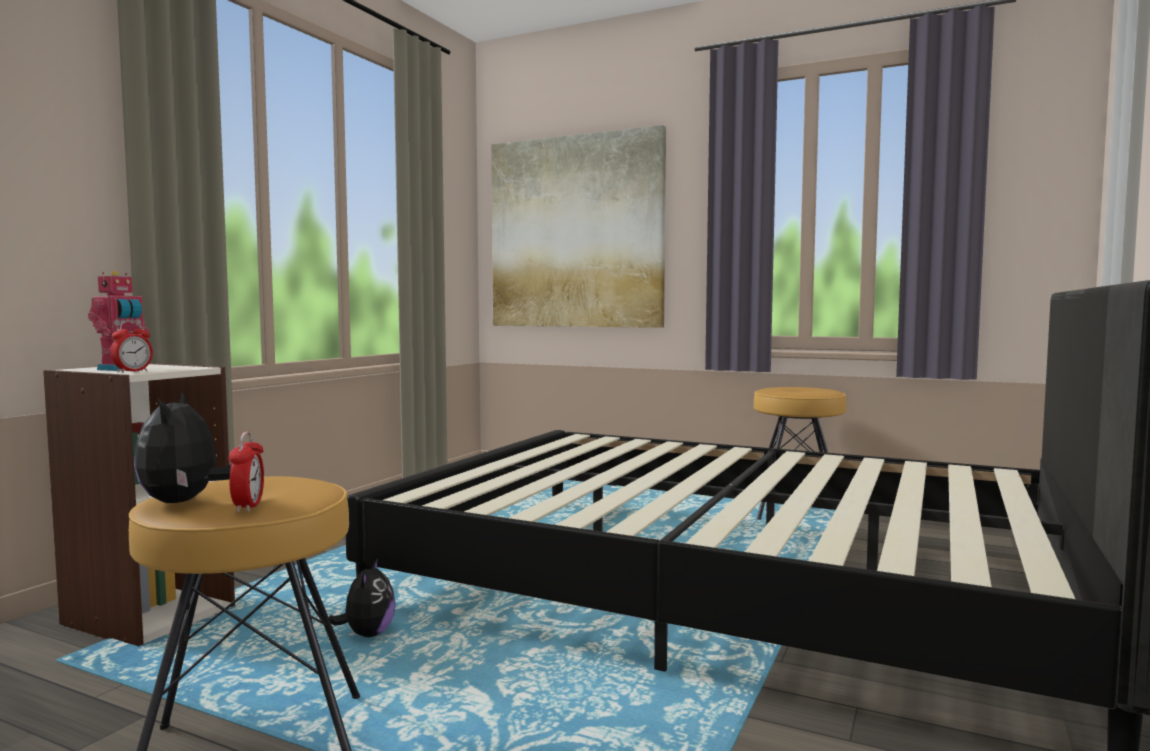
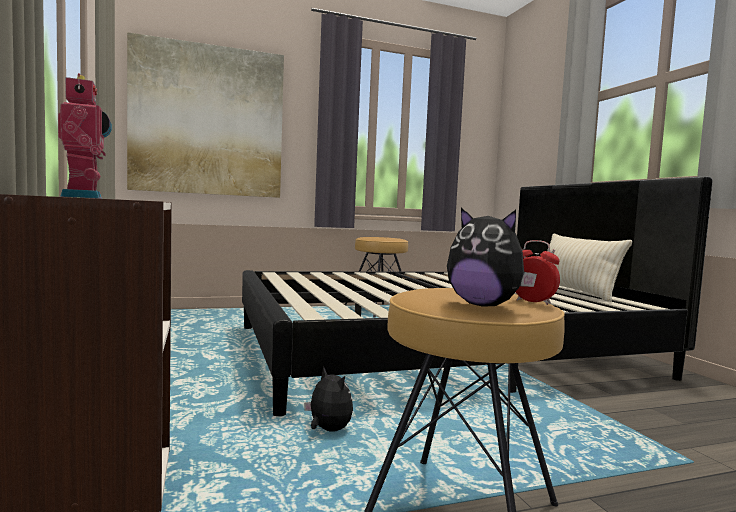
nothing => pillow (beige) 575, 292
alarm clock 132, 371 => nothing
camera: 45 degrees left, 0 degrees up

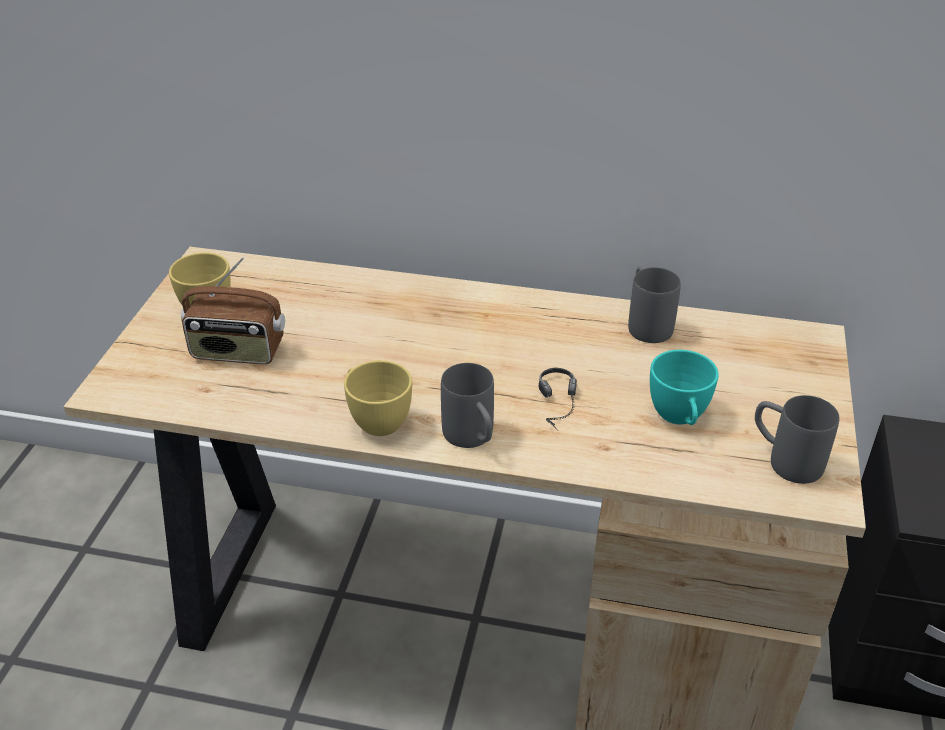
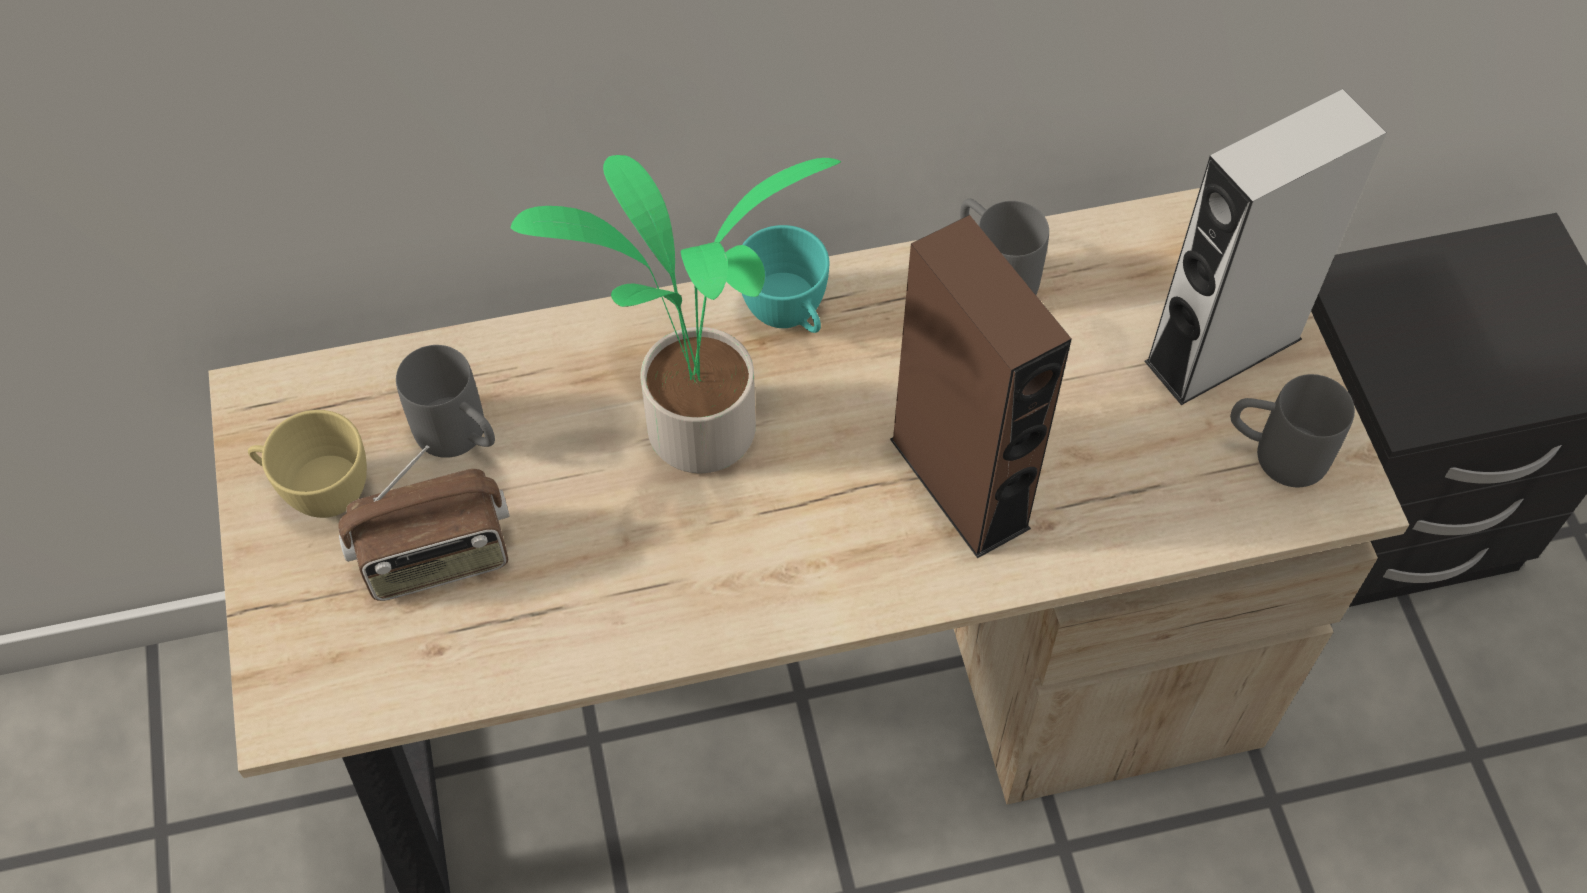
mug (grey) 472, 439 => mug (grey) 462, 438, relocated
nothing => potted plant 696, 436
cup (turquoise) 679, 418 => cup (turquoise) 789, 315, relocated
headphones 561, 410 => speaker (brown) 959, 483
nothing => speaker (grey) 1223, 350
cup (yellow) 376, 420 => nothing
camera: 25 degrees left, 20 degrees up

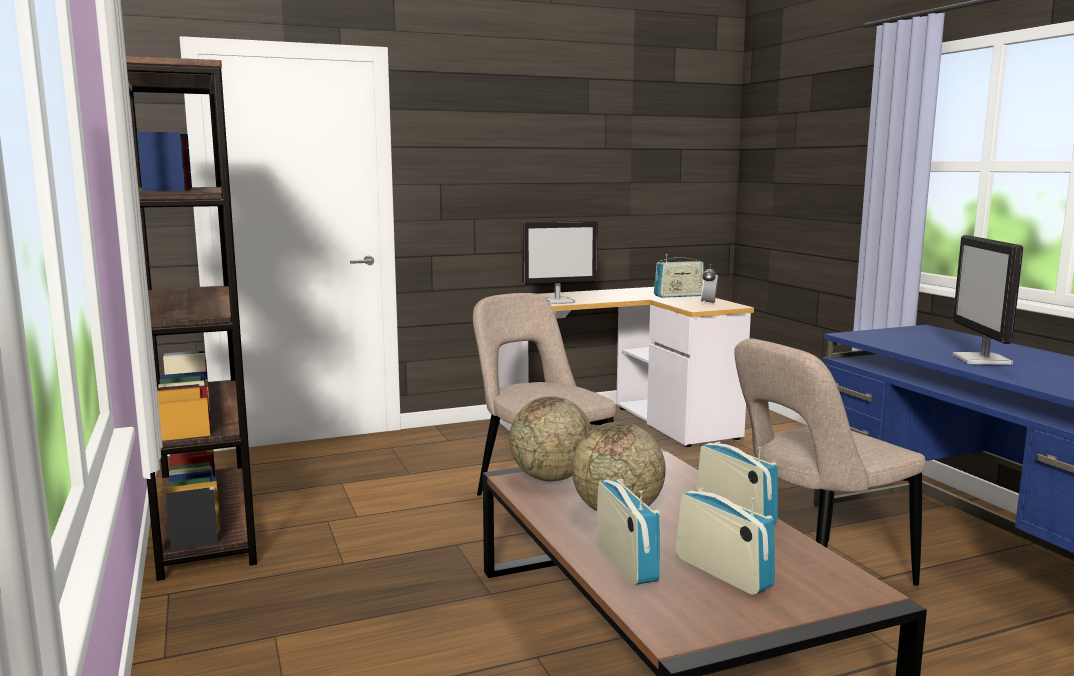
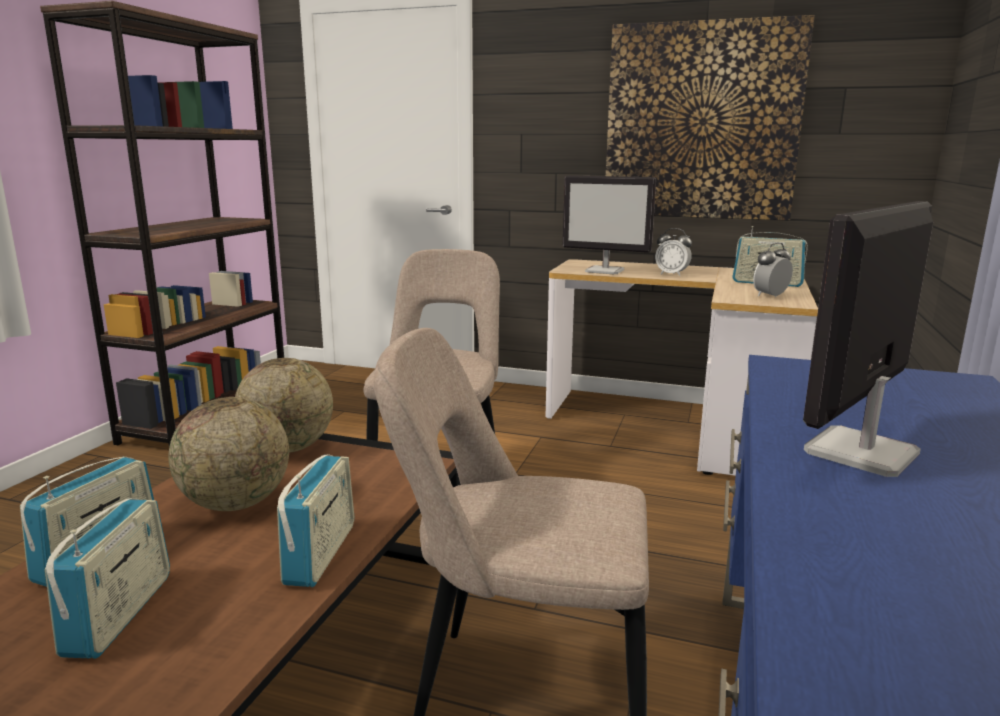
nothing => picture 701, 122
nothing => alarm clock 672, 274
camera: 40 degrees right, 5 degrees up

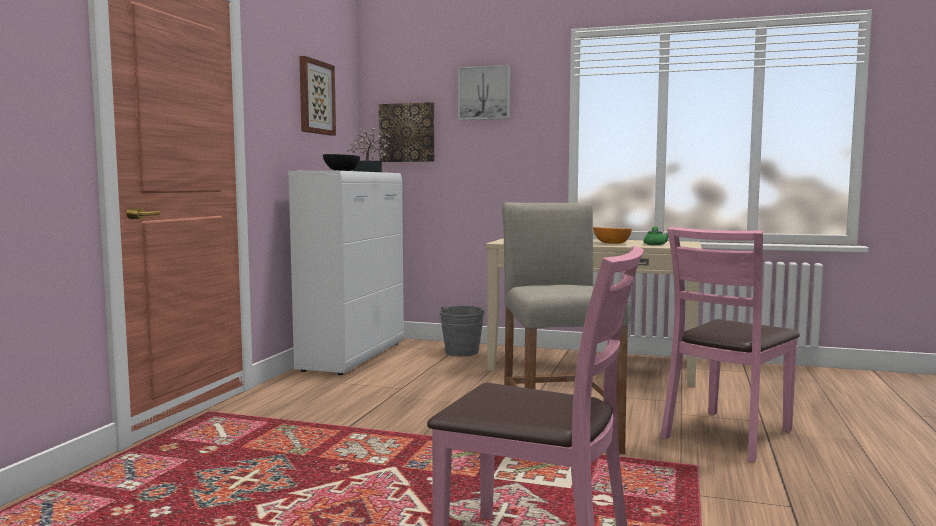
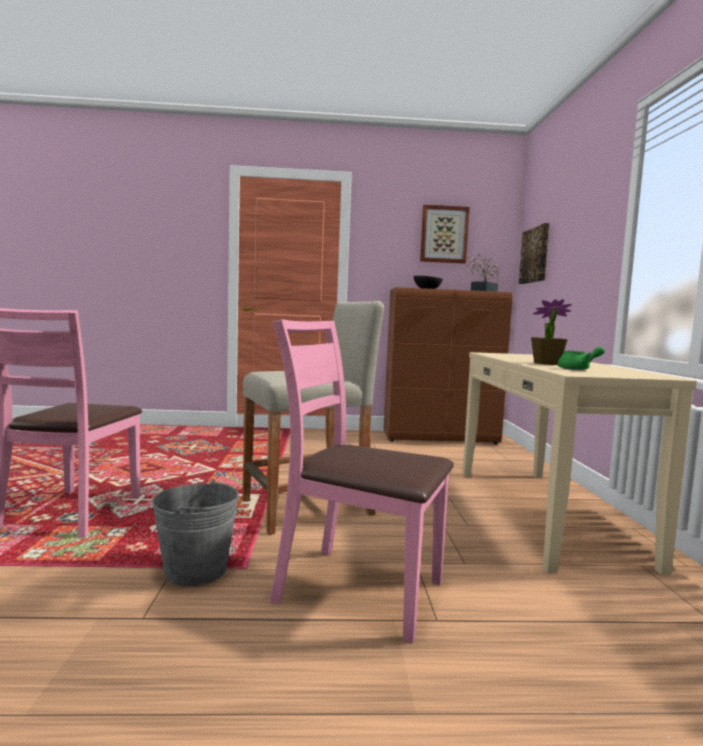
bucket (grey) 462, 352 => bucket (grey) 196, 570, relocated
cabinet (white) 353, 356 => cabinet (brown) 441, 438
bowl (orange) 612, 243 => potted plant 546, 363
picture 484, 93 => nothing
camera: 70 degrees right, 0 degrees up

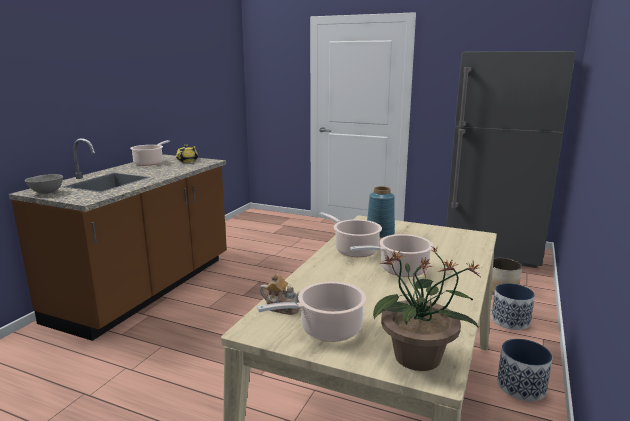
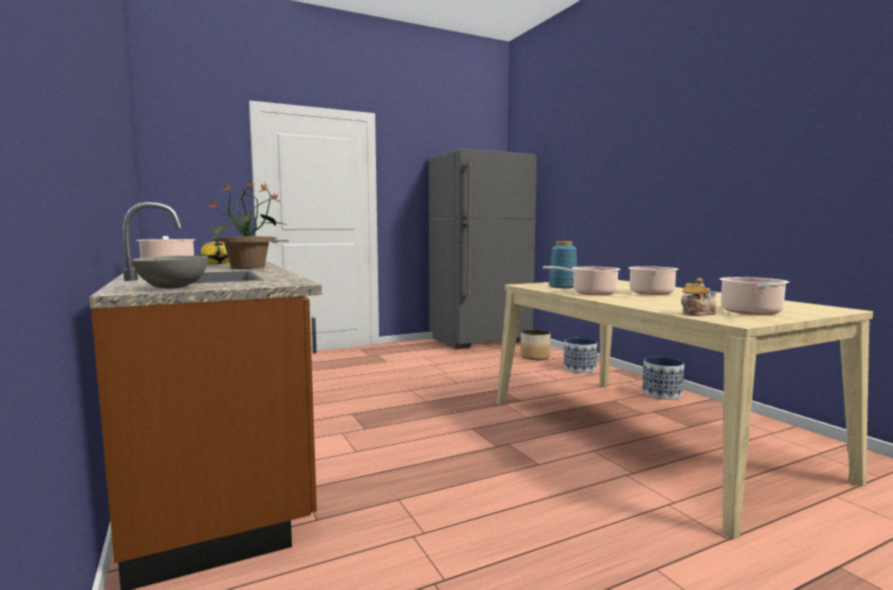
potted plant 418, 358 => potted plant 249, 267, relocated
camera: 50 degrees left, 10 degrees down

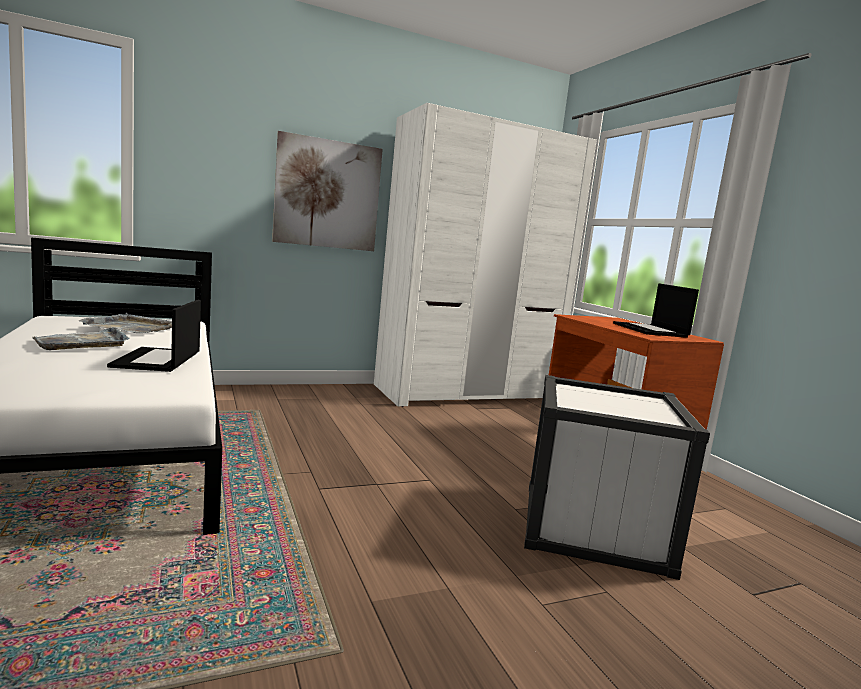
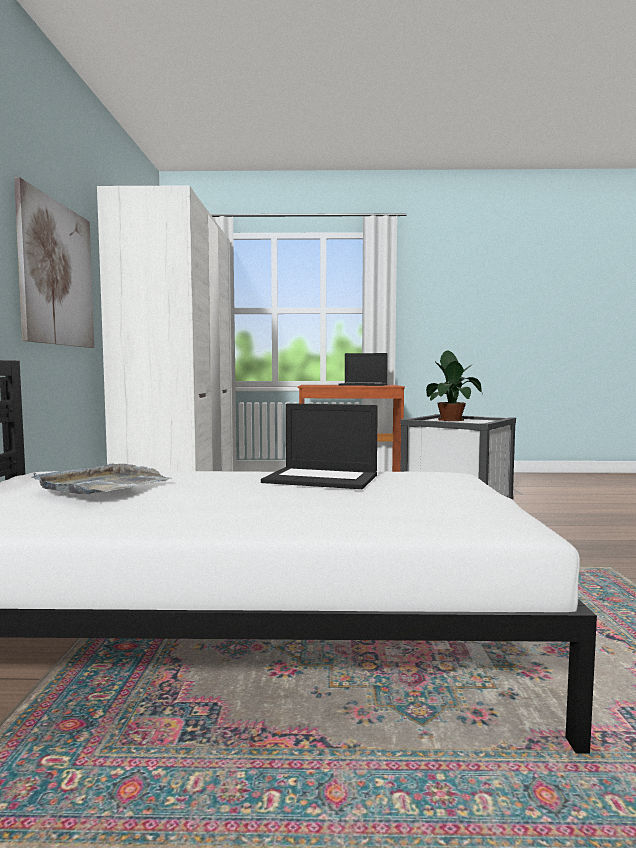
nothing => potted plant 451, 419
tray (grey) 82, 342 => nothing
camera: 65 degrees left, 5 degrees down

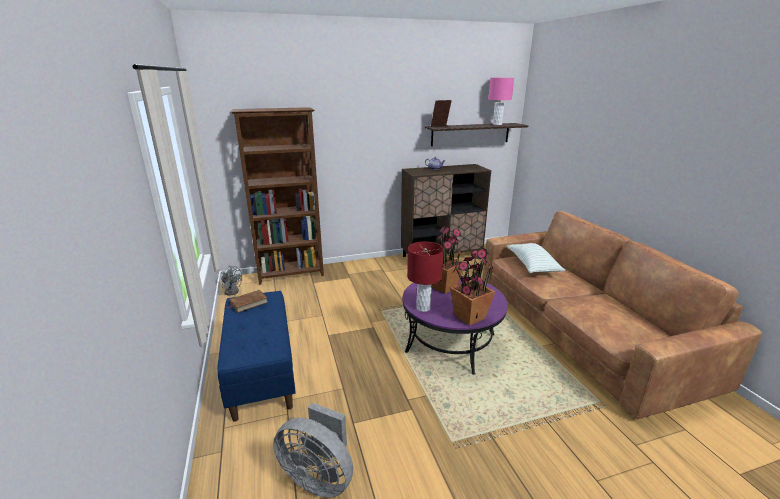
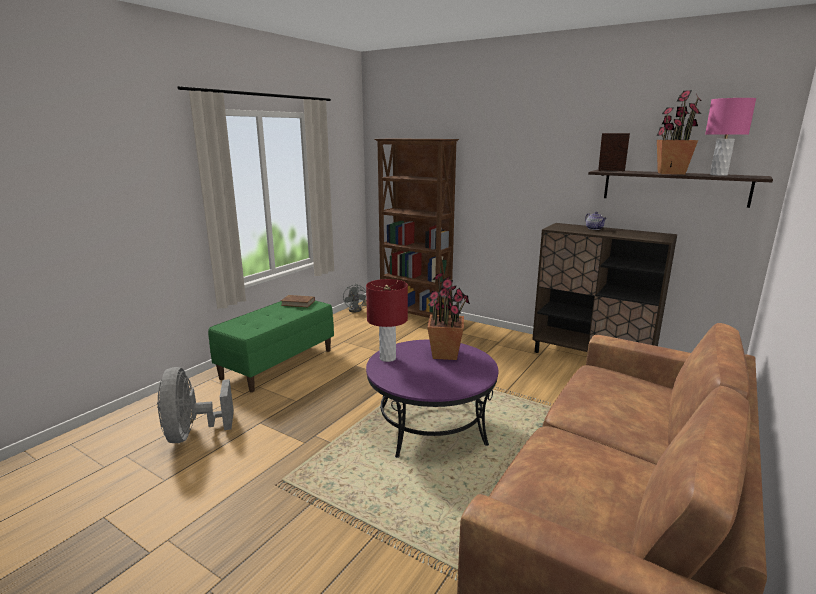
bench (blue) 261, 372 => bench (green) 278, 363
potted plant 469, 317 => potted plant 670, 173, relocated
pillow 532, 266 => nothing
camera: 50 degrees right, 5 degrees down

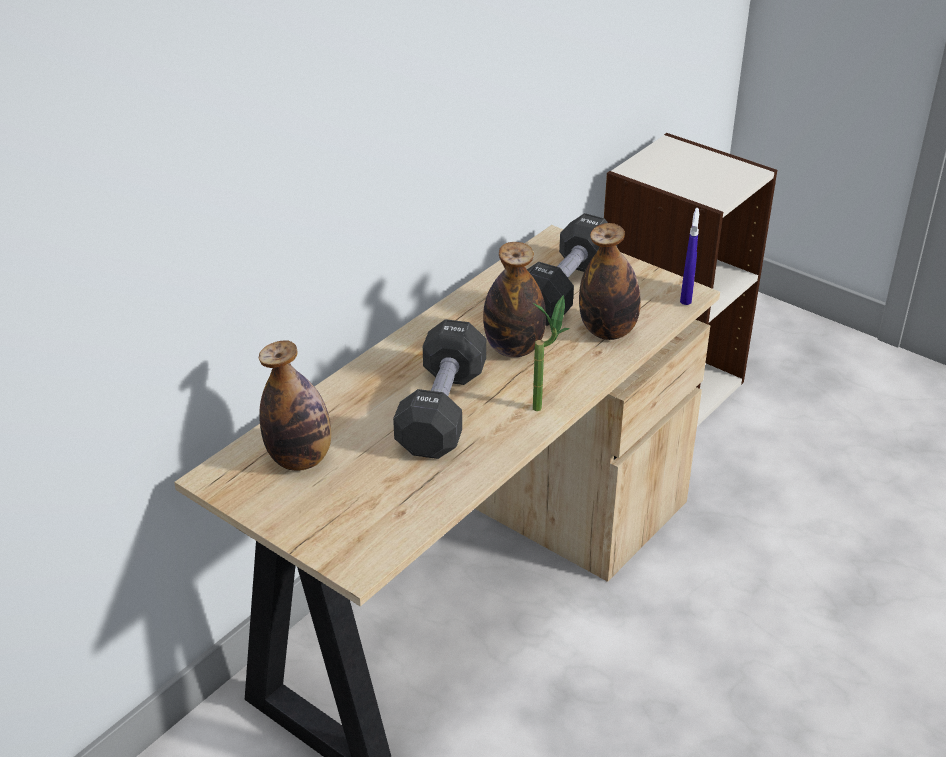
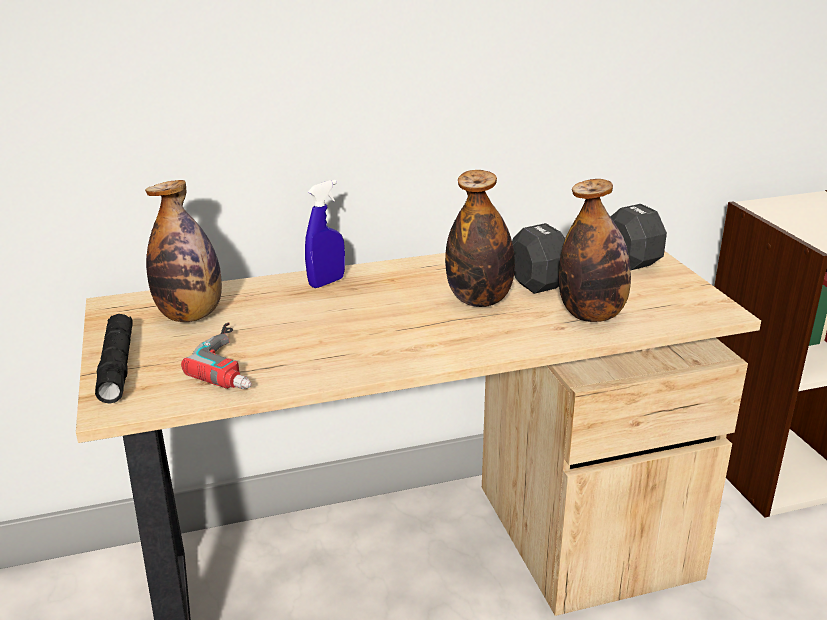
nothing => flashlight (black) 117, 366
nothing => power drill 237, 362
spray bottle (blue) 686, 296 => spray bottle (blue) 326, 282, relocated
dumbbell (black) 442, 411 => nothing
potted plant 545, 405 => nothing
camera: 35 degrees right, 10 degrees down

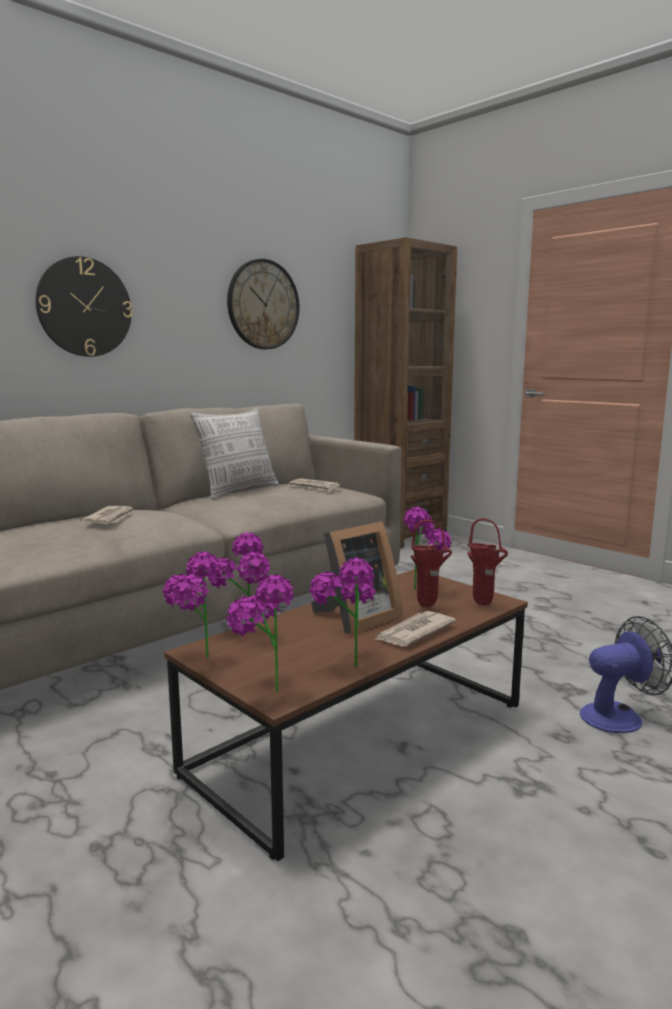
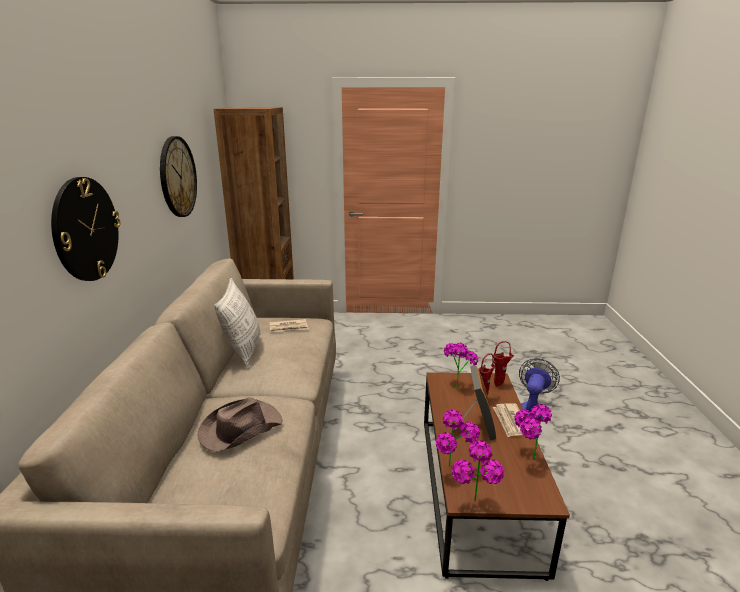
newspaper 110, 518 => hat (brown) 240, 428
potted plant 261, 691 => nothing
camera: 45 degrees left, 10 degrees up

